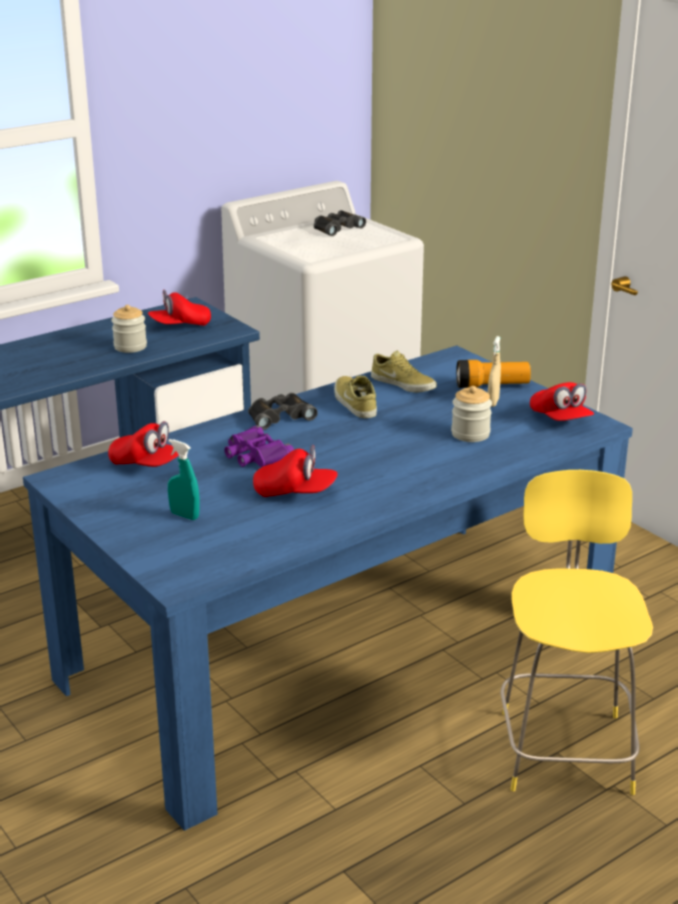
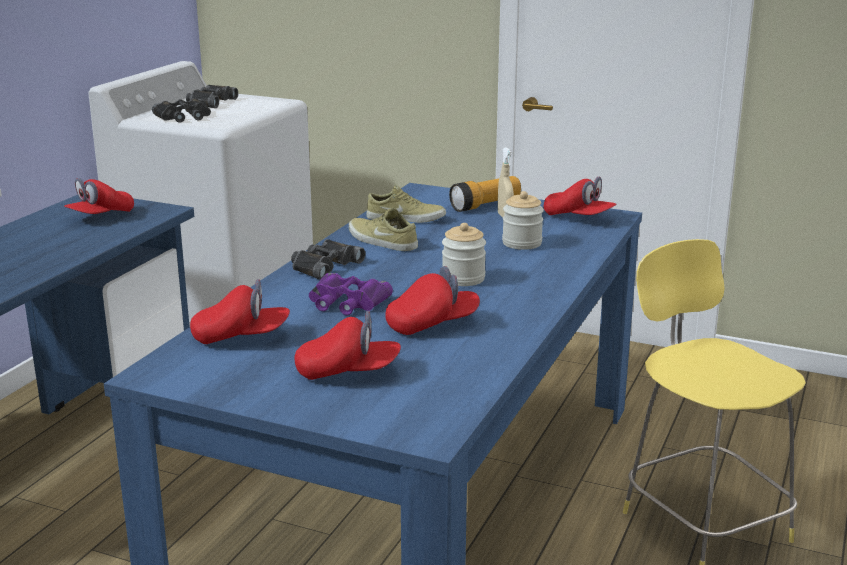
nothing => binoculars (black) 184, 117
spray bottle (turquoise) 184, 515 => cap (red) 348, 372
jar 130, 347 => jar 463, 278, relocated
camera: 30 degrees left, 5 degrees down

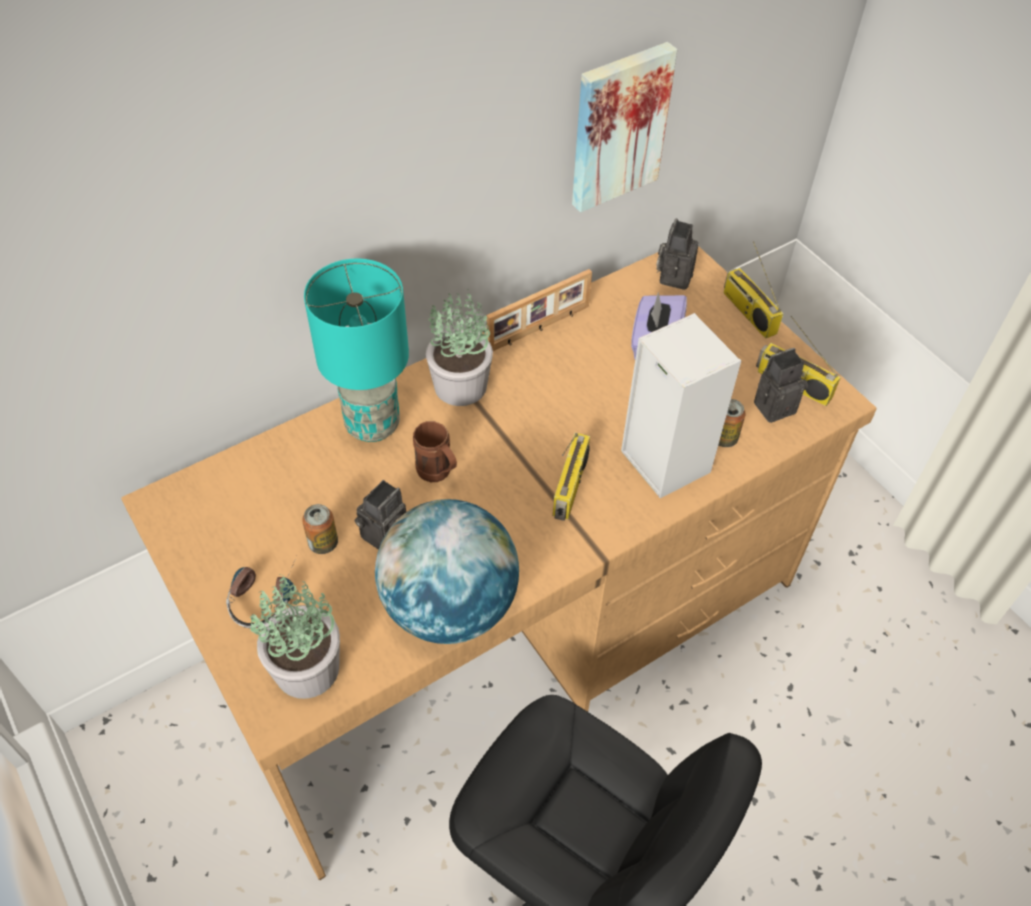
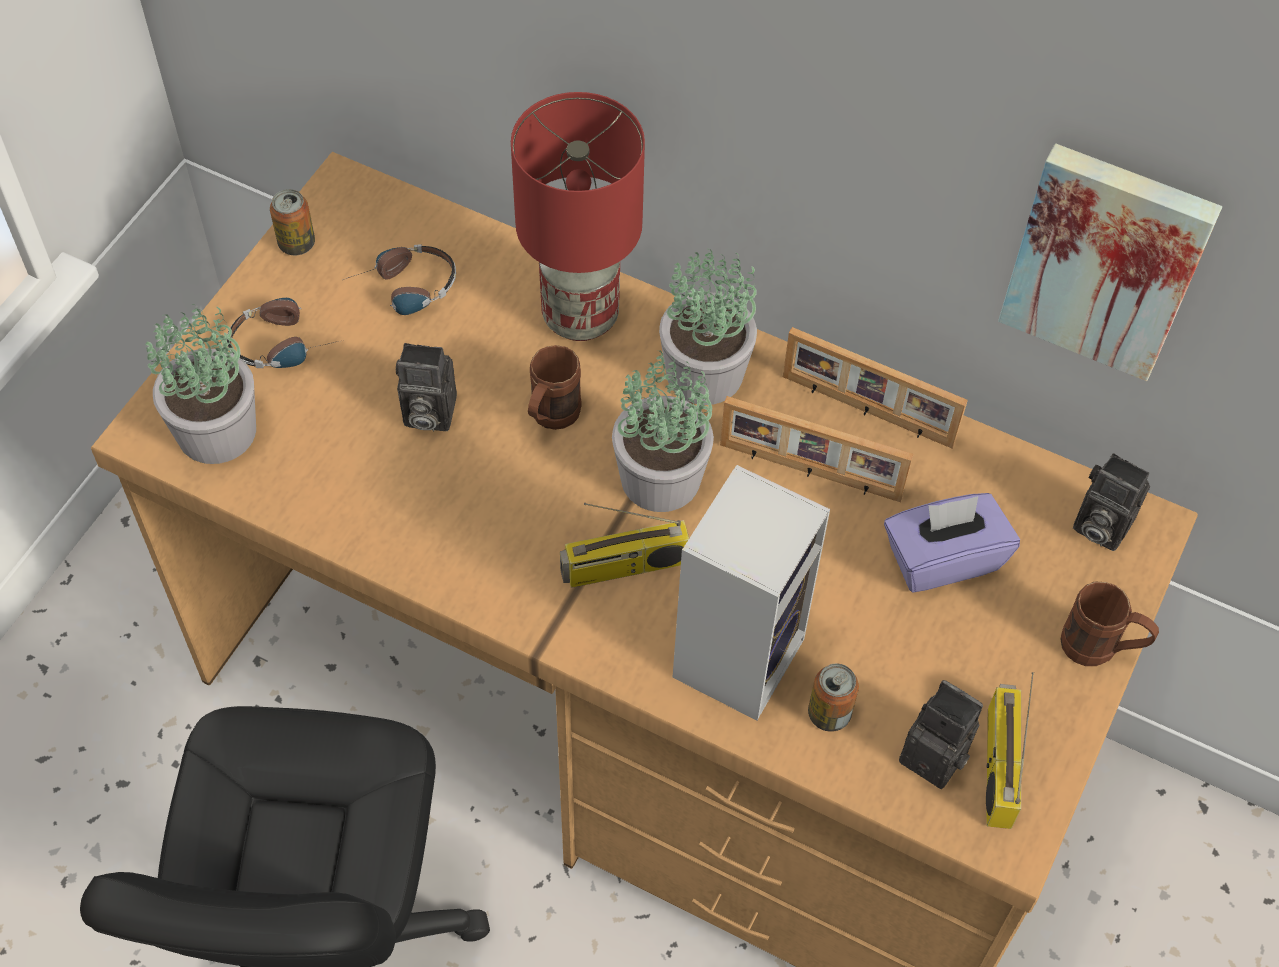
can 323, 543 => can 296, 243, relocated
nothing => headphones 403, 290
table lamp (turquoise) 371, 424 => table lamp (red) 580, 315
nothing => potted plant 659, 479
nothing => picture frame 809, 472
radio 747, 312 => mug (brown) 1099, 650
photo camera 674, 275 => photo camera 1098, 525, 135 degrees counterclockwise
globe 449, 605 => nothing
camera: 60 degrees right, 5 degrees up

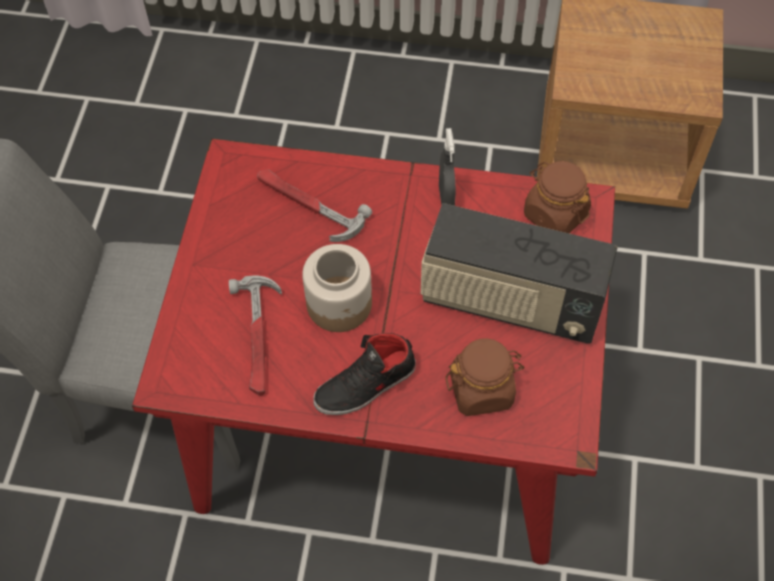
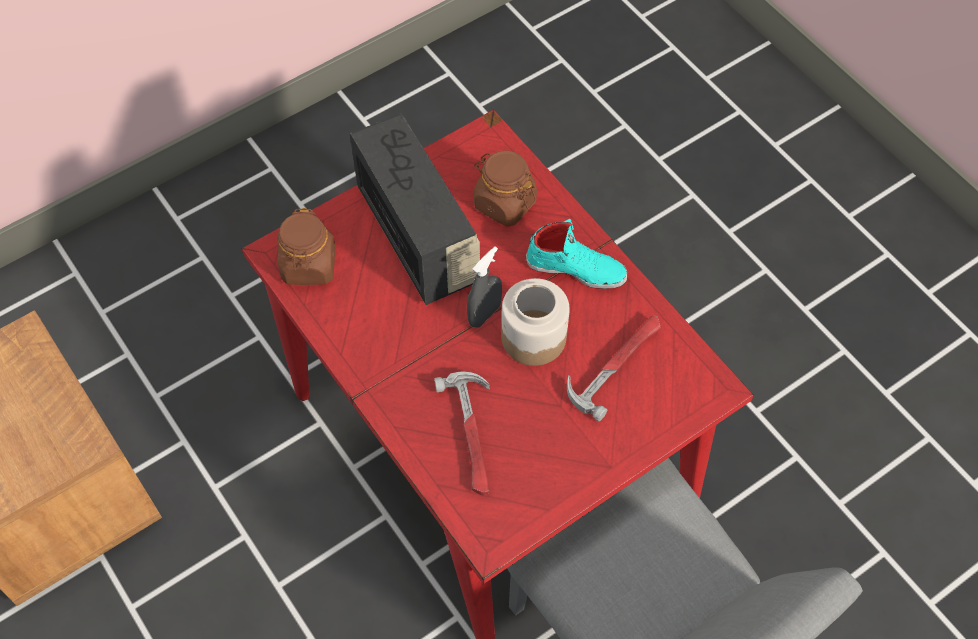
spray bottle (grey) 446, 198 => spray bottle (grey) 484, 314, relocated
shoe (black) 366, 386 => shoe (turquoise) 576, 268
camera: 135 degrees left, 0 degrees up

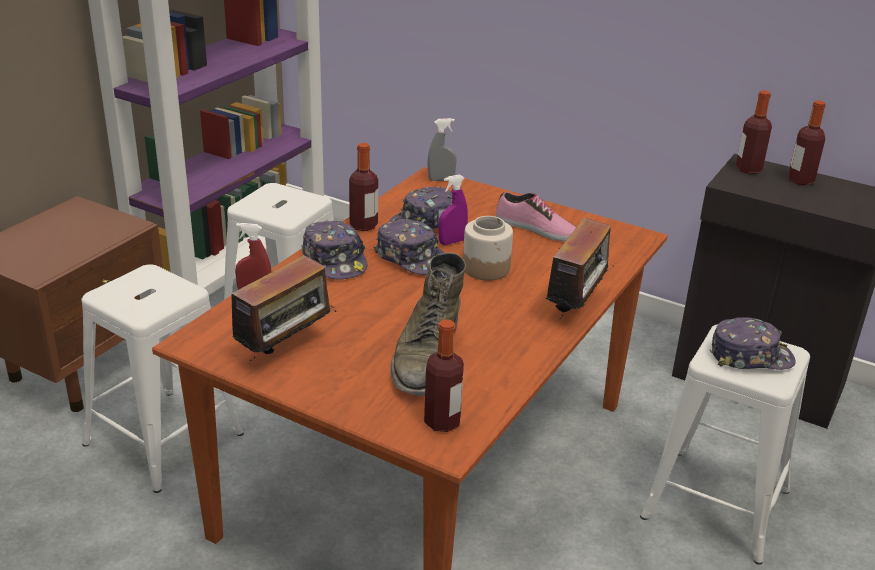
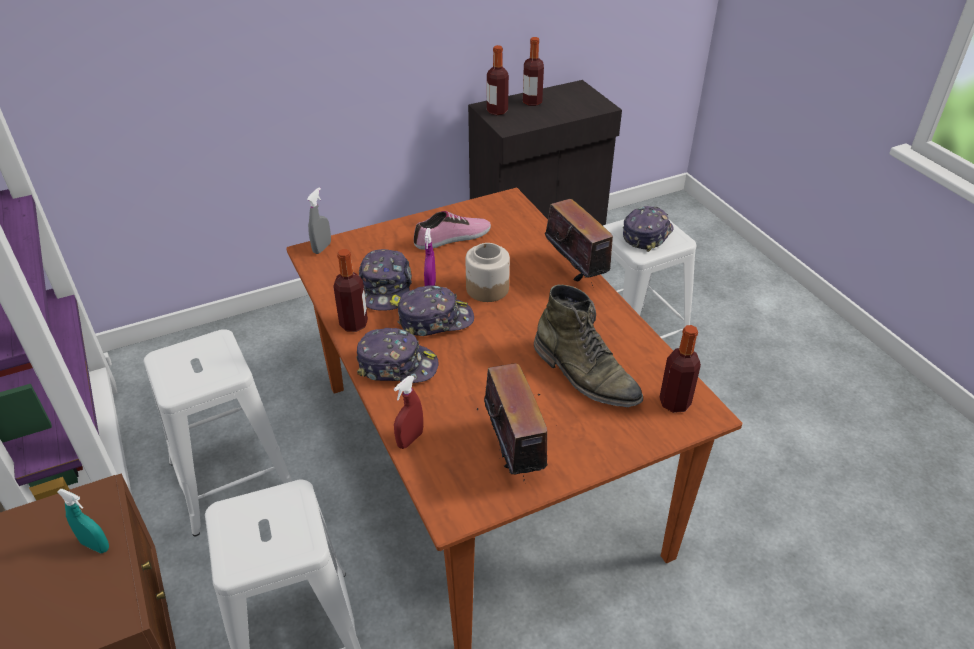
nothing => spray bottle (turquoise) 95, 545
camera: 55 degrees left, 10 degrees up

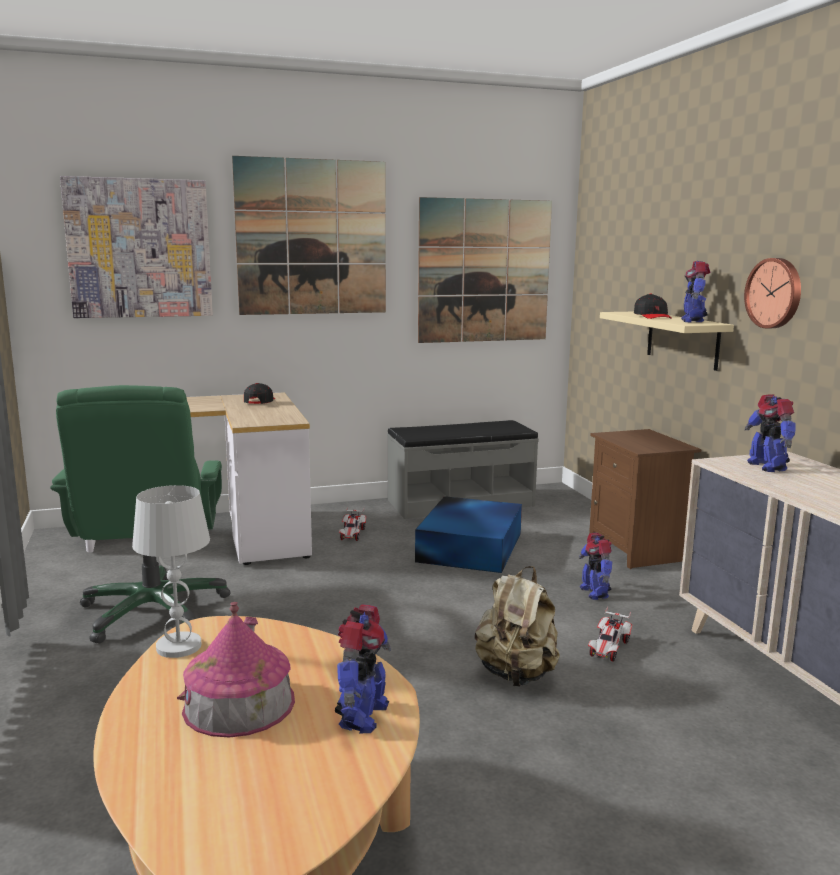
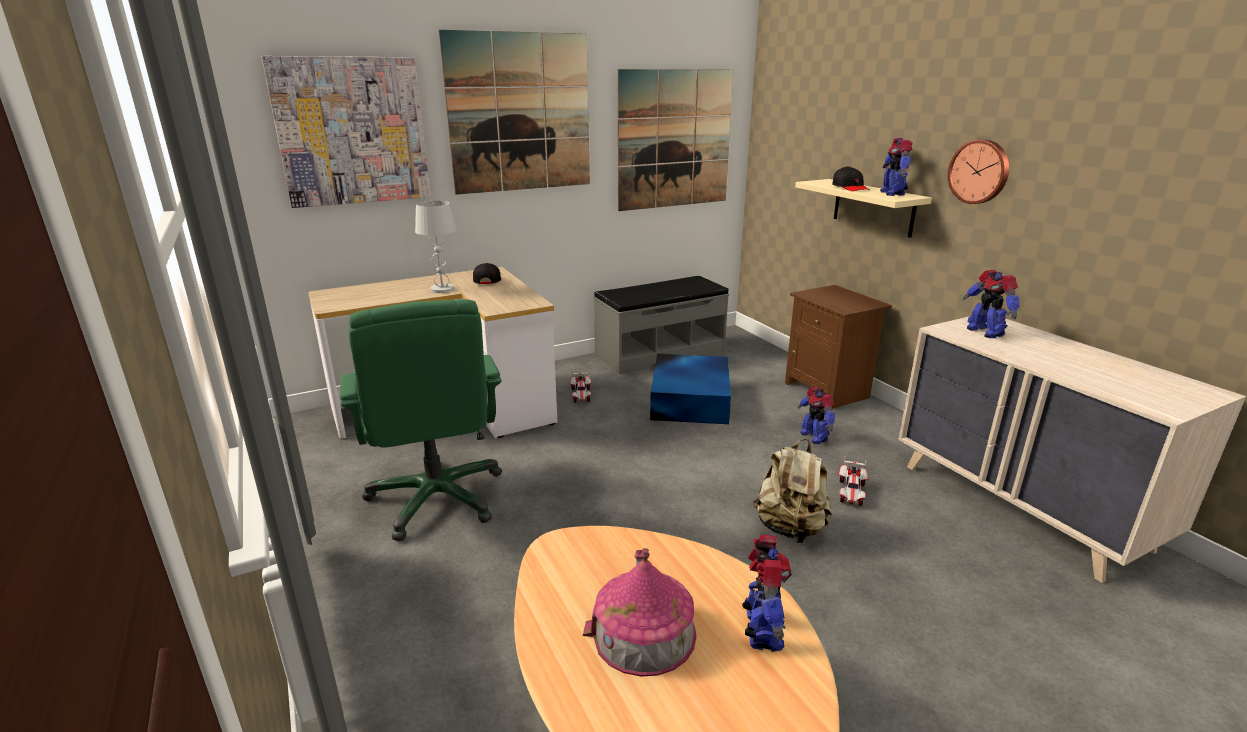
table lamp (white) 179, 646 => table lamp (white) 442, 289, relocated
camera: 10 degrees left, 10 degrees up

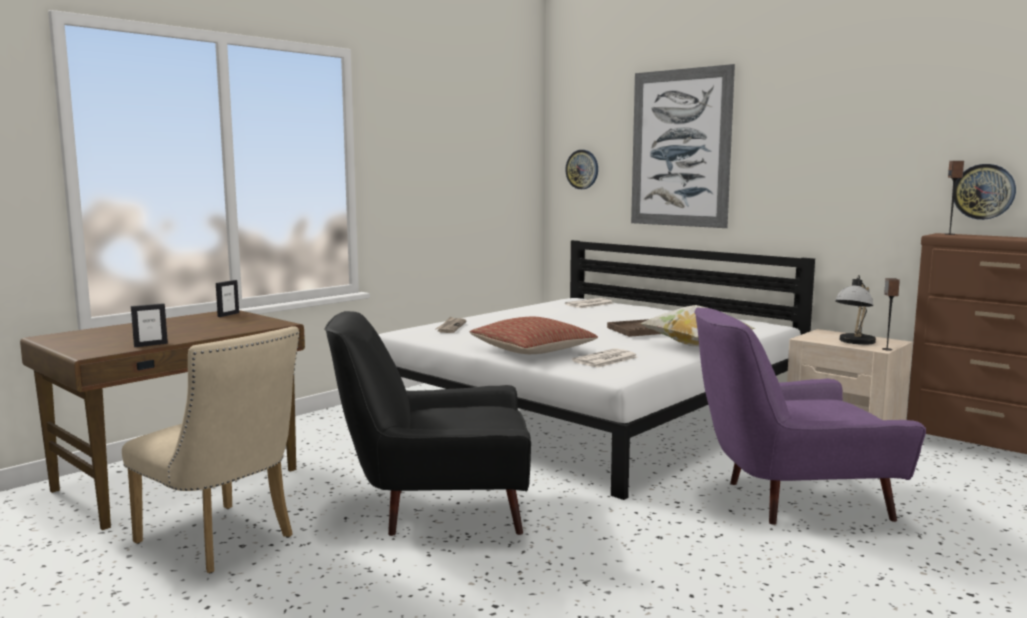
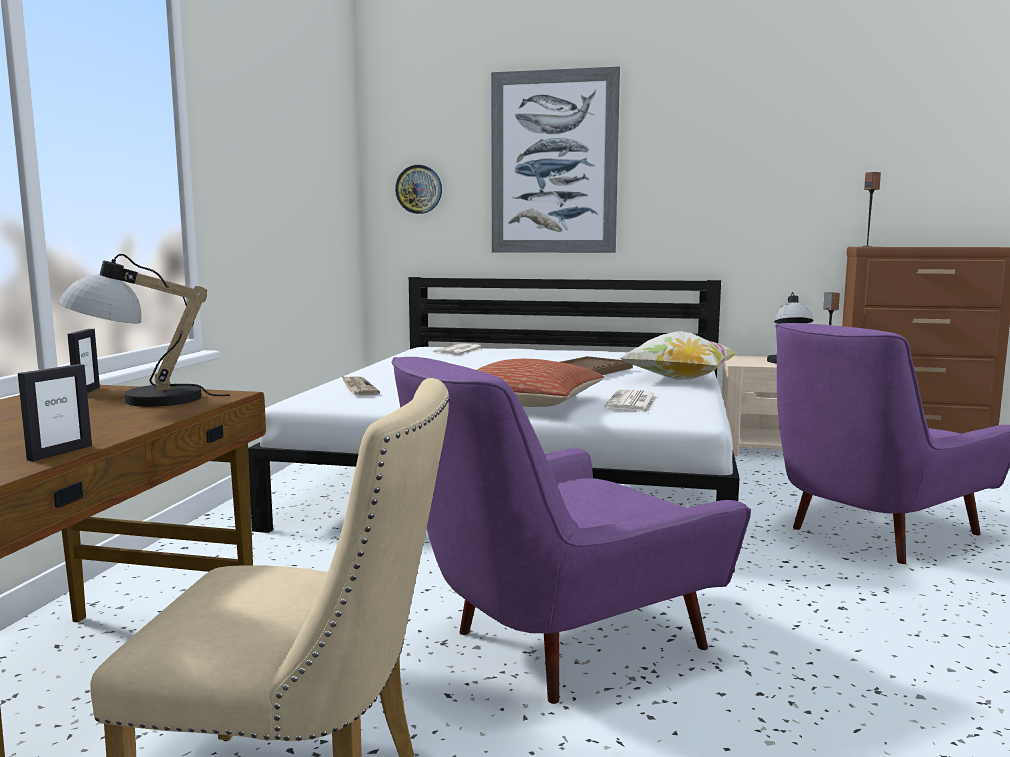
nothing => table lamp 141, 400
armchair (black) 438, 510 => armchair (purple) 558, 645
wall clock 984, 191 => nothing
camera: 30 degrees left, 0 degrees up

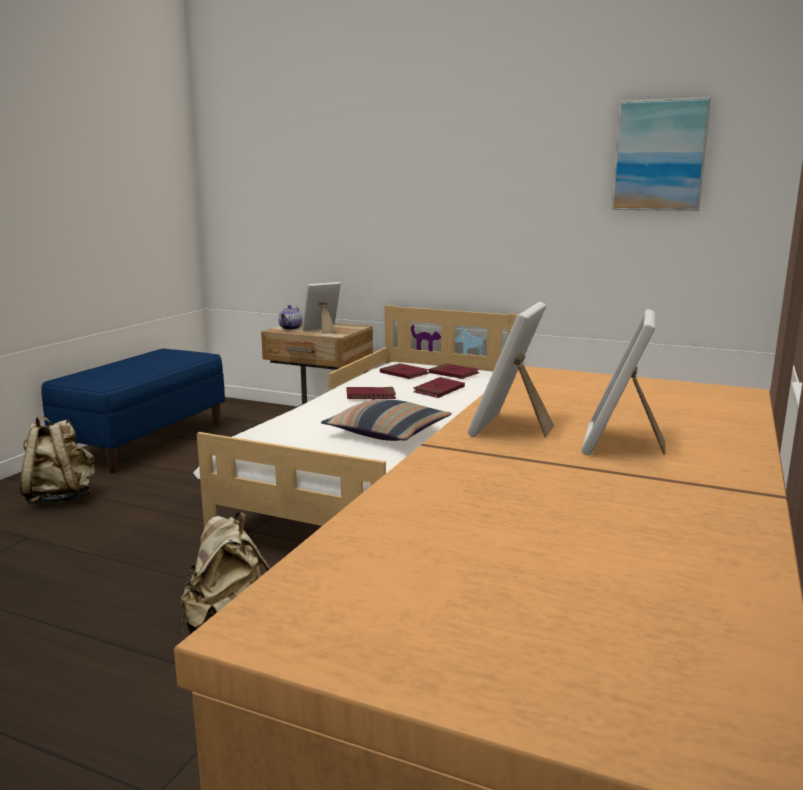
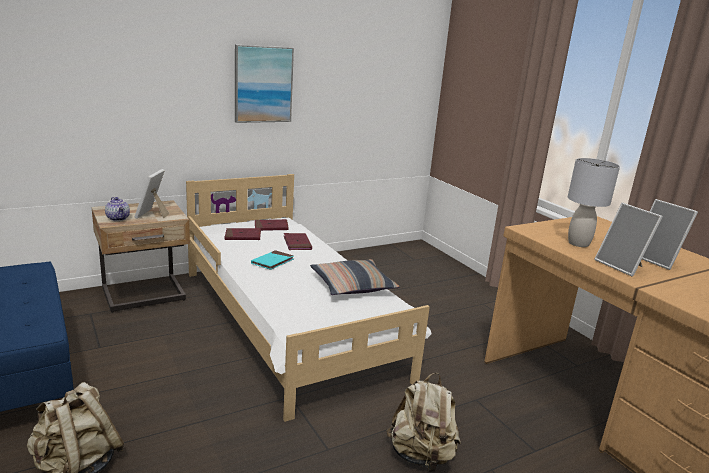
picture 659, 156 => picture 263, 84, relocated
book (red) 370, 396 => book (turquoise) 272, 262
nothing => table lamp (grey) 578, 243
camera: 55 degrees left, 5 degrees up

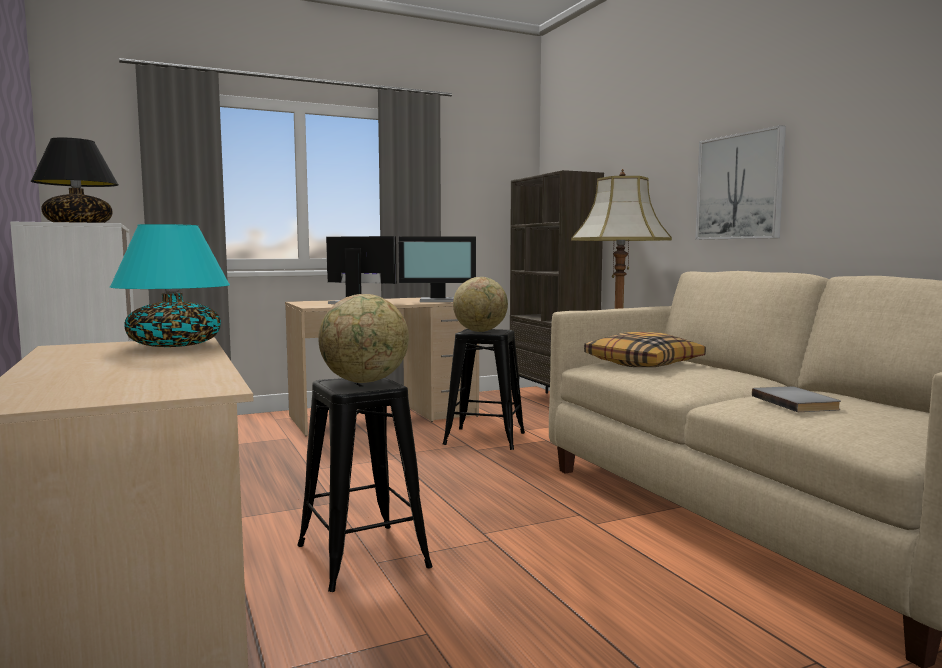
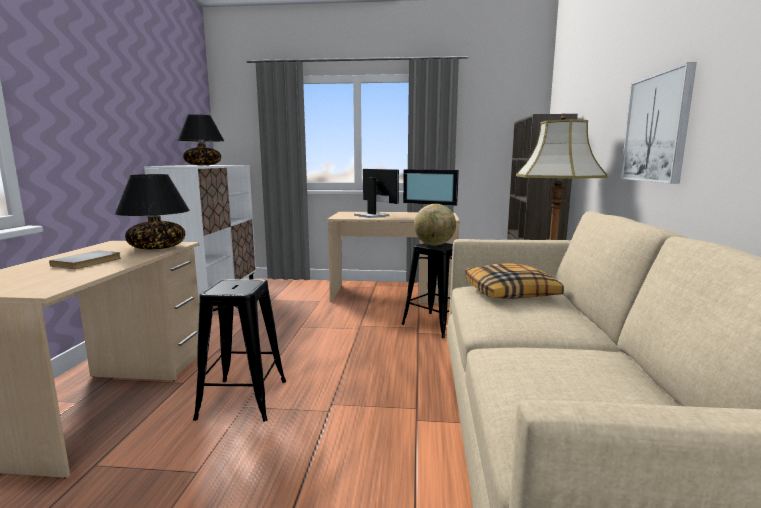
book (grey) 797, 402 => book (grey) 89, 262, relocated
table lamp (turquoise) 175, 345 => table lamp (black) 157, 247
globe 365, 382 => nothing
camera: 30 degrees right, 5 degrees up

